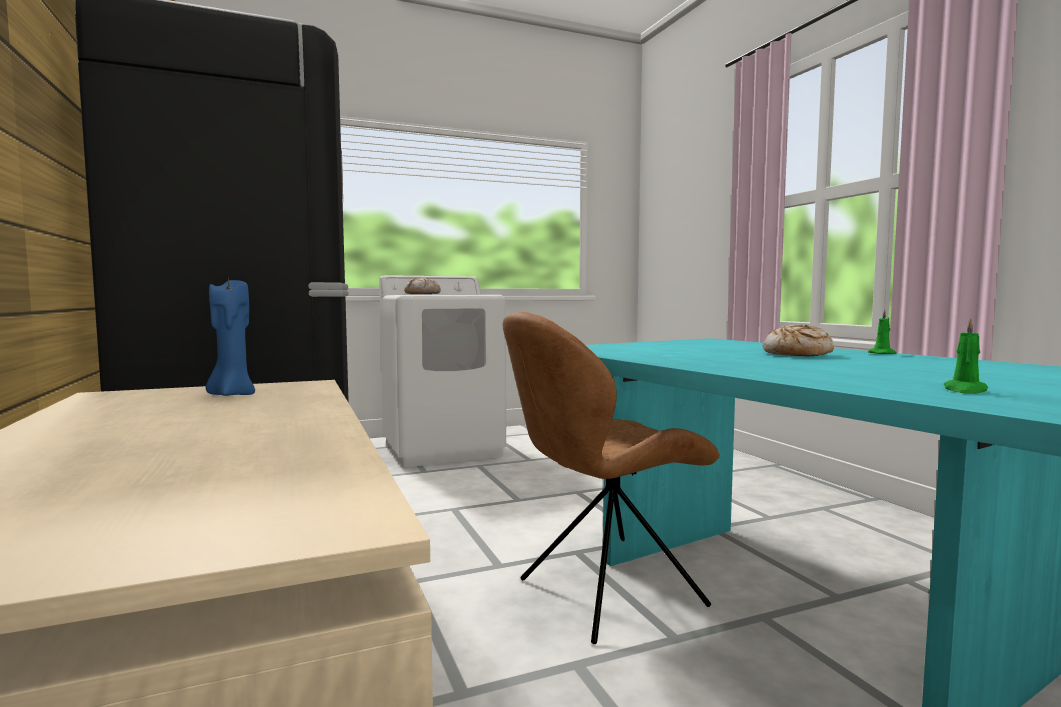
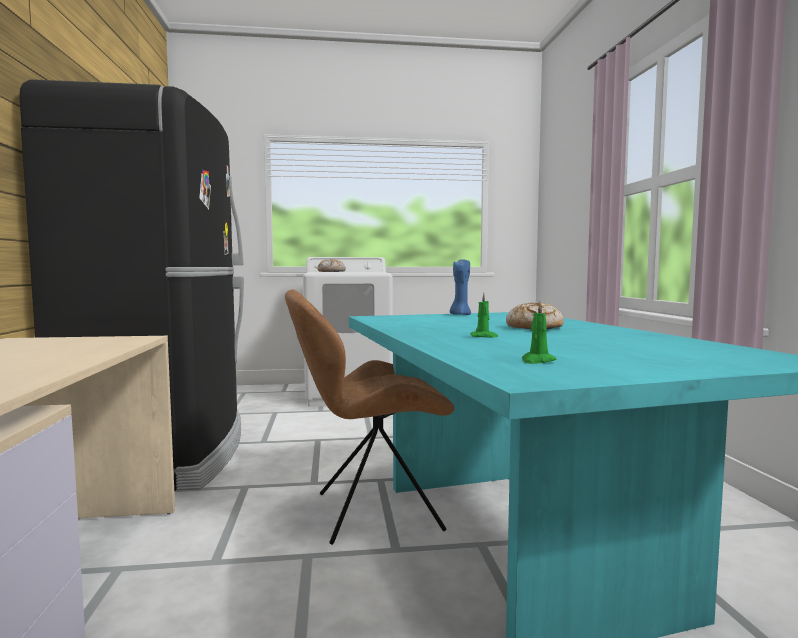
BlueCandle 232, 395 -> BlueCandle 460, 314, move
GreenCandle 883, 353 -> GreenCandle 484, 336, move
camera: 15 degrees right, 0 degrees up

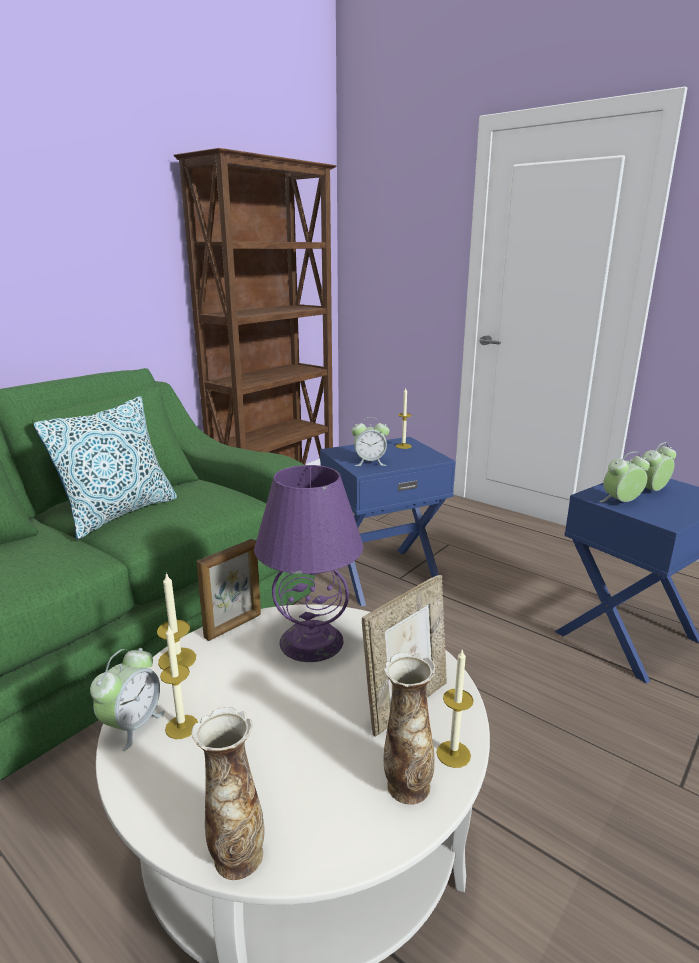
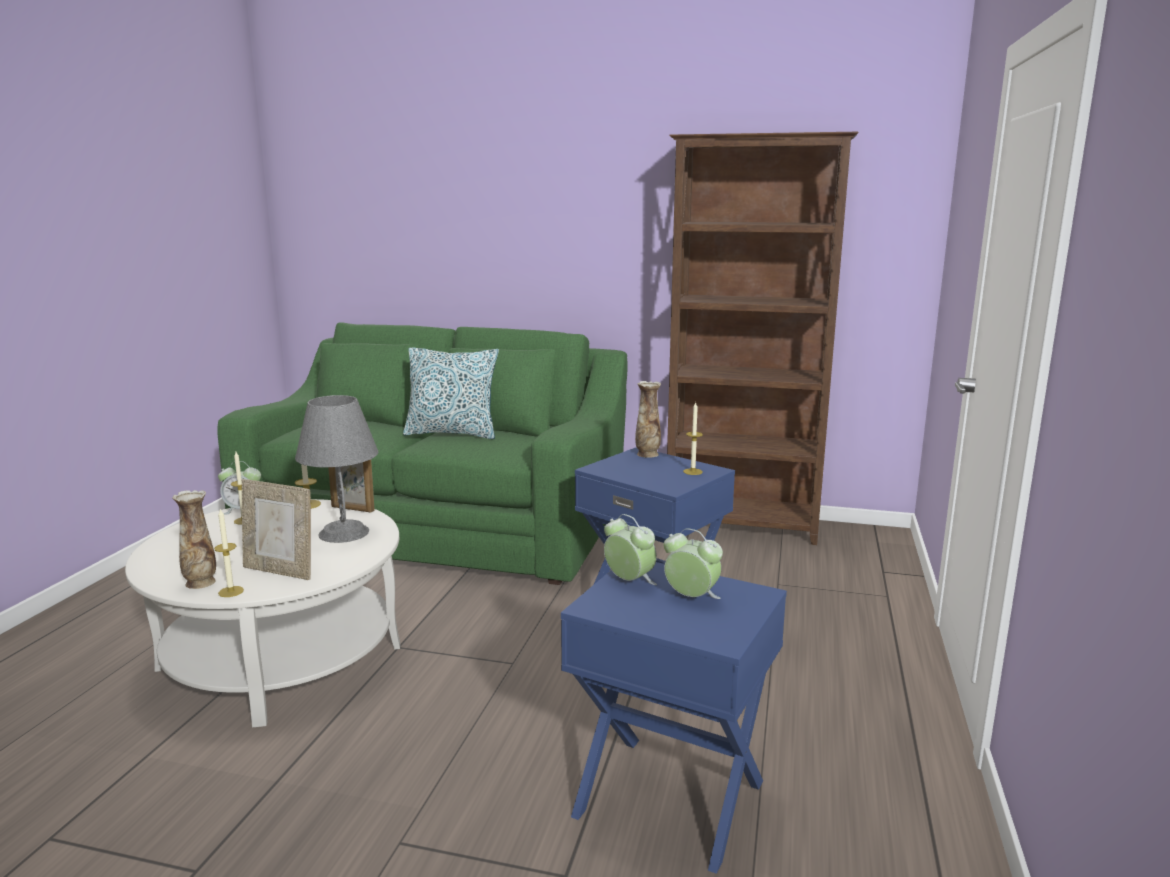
AlarmClock 370, 462 -> none
PurpleTableLamp 312, 641 -> GreyTableLamp 344, 533
Vase 237, 856 -> Vase 647, 454, move
camera: 65 degrees right, 5 degrees down

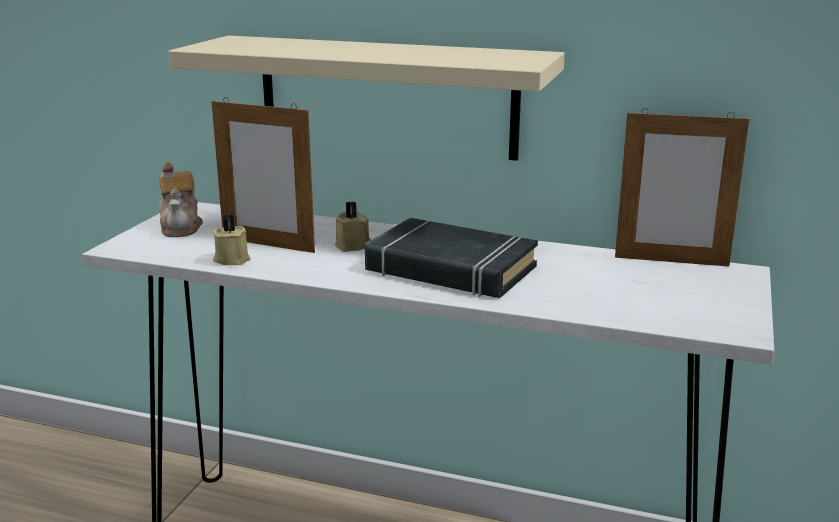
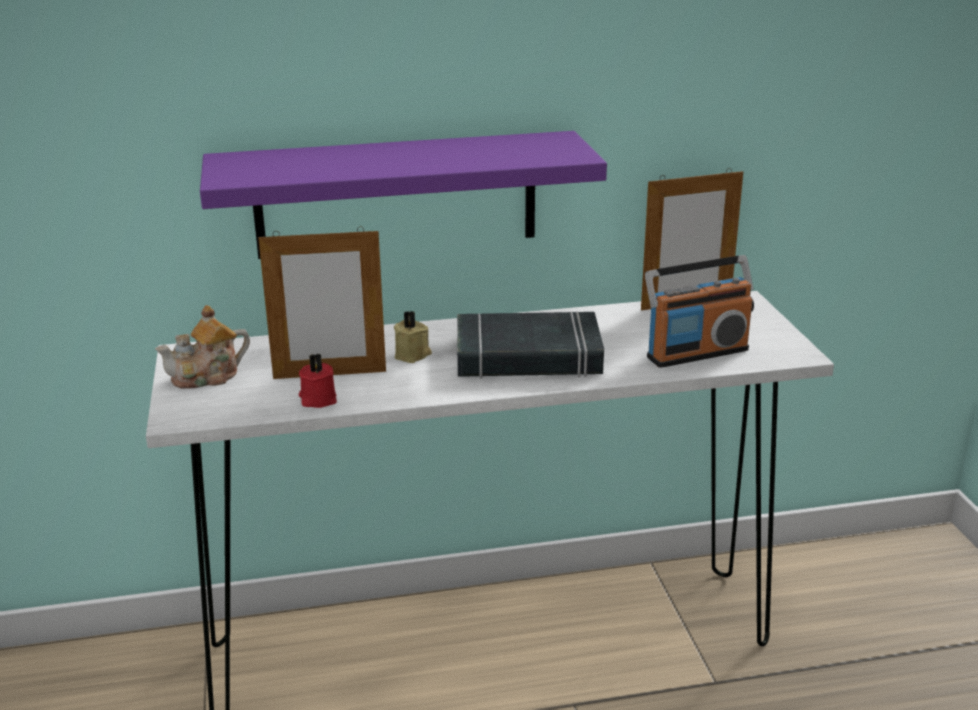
BeigeShelf 387, 96 -> PurpleShelf 396, 195
Teapot 181, 226 -> Teapot 207, 377, 105 degrees clockwise
BeigeCandle 232, 259 -> RedCandle 317, 399
none -> Radio 696, 353
camera: 30 degrees left, 5 degrees up

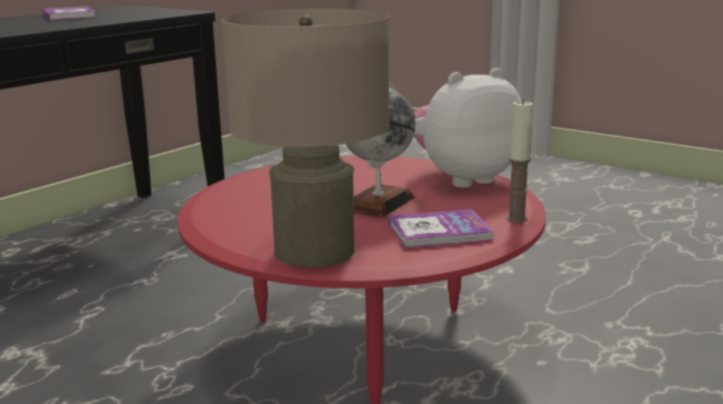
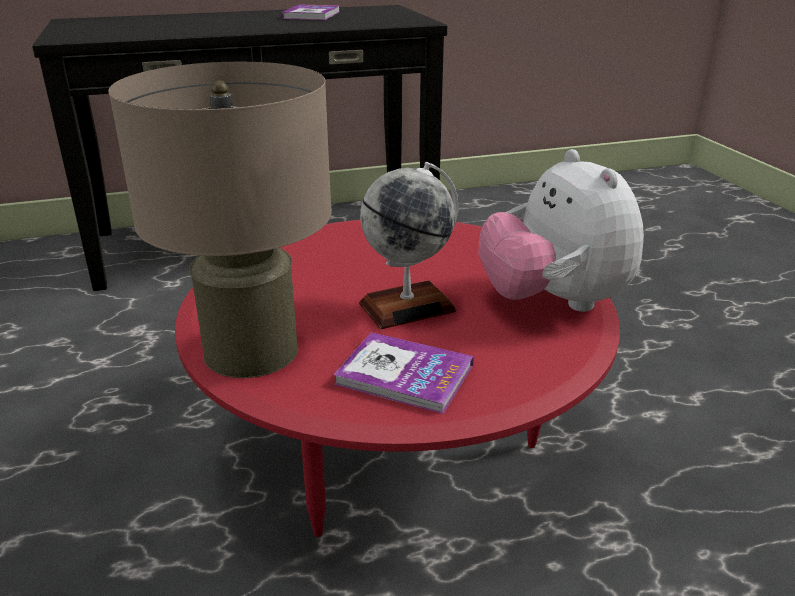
PlushToy 464, 179 -> PlushToy 553, 302, 120 degrees counterclockwise
Candle 516, 218 -> none
camera: 35 degrees right, 10 degrees up

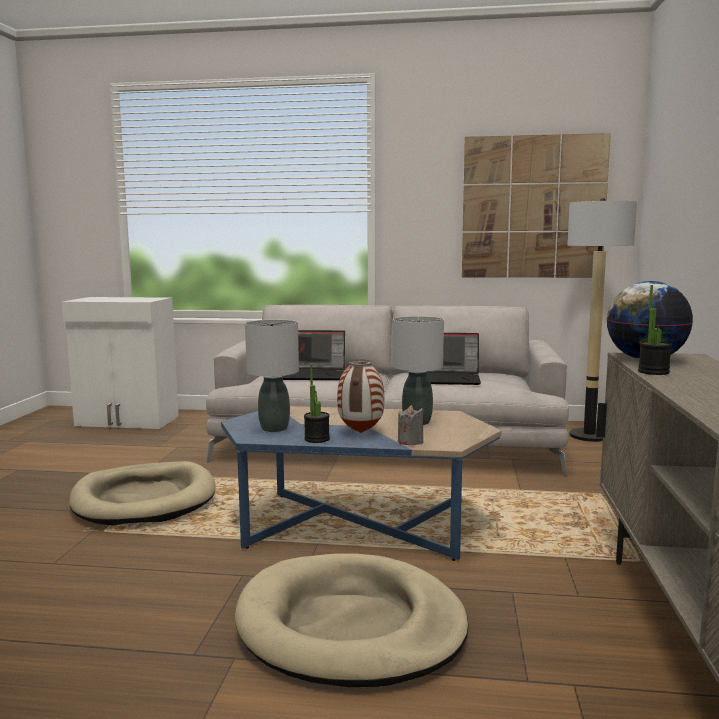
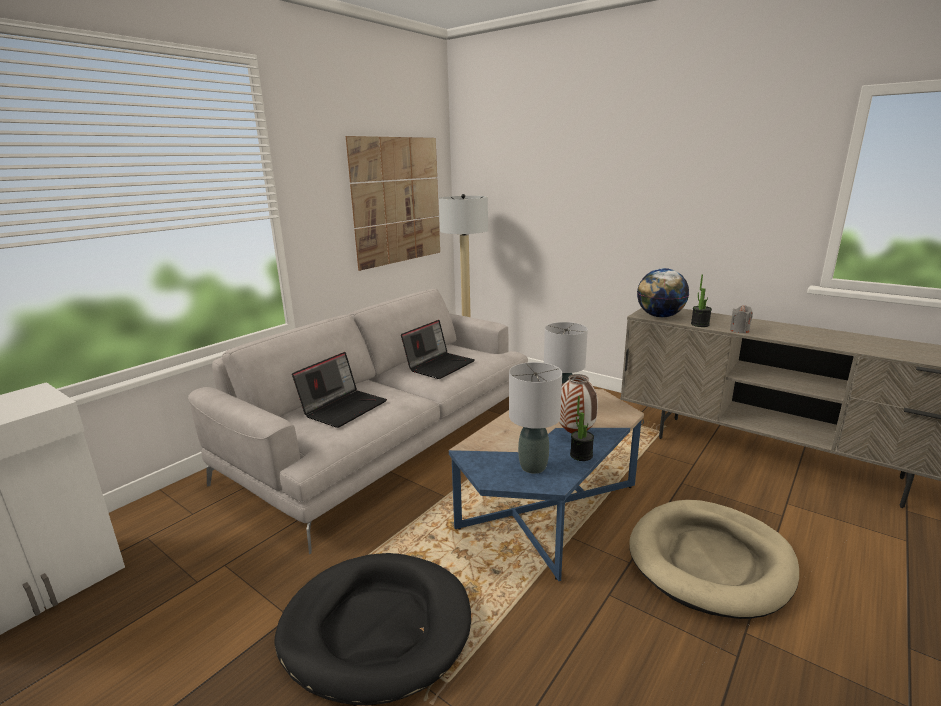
GreyCandle 410, 442 -> GreyCandle 739, 330, move
BeigeDogBed 144, 499 -> BlackDogBed 376, 628
camera: 60 degrees left, 10 degrees up

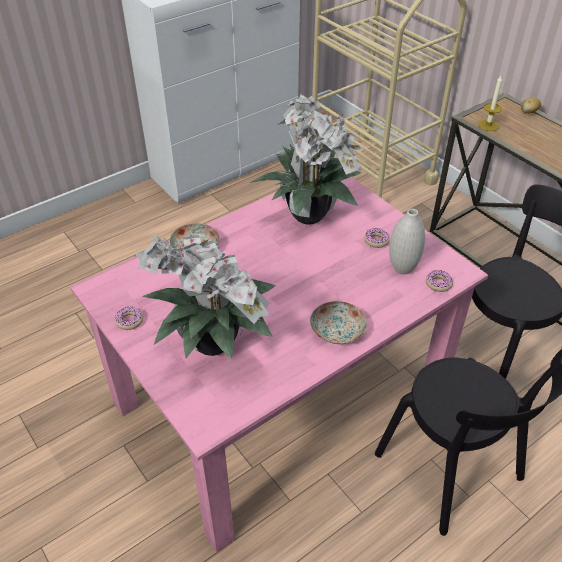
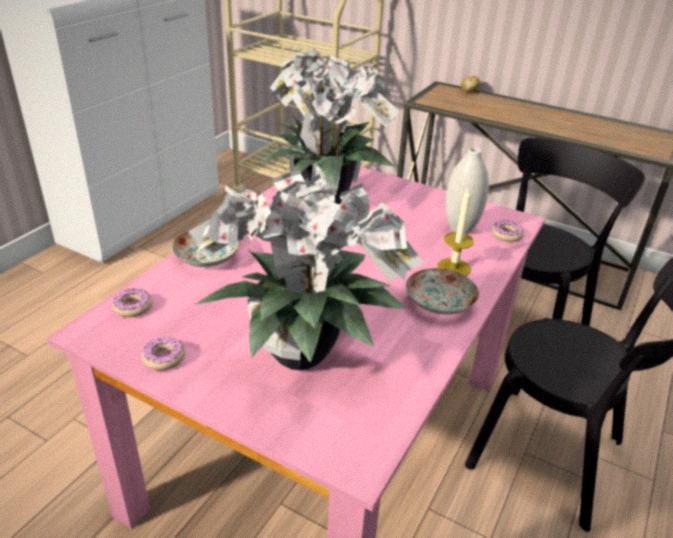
Candle 488, 125 -> Candle 454, 267, move
Donut 376, 241 -> Donut 133, 307, move
camera: 25 degrees left, 10 degrees down

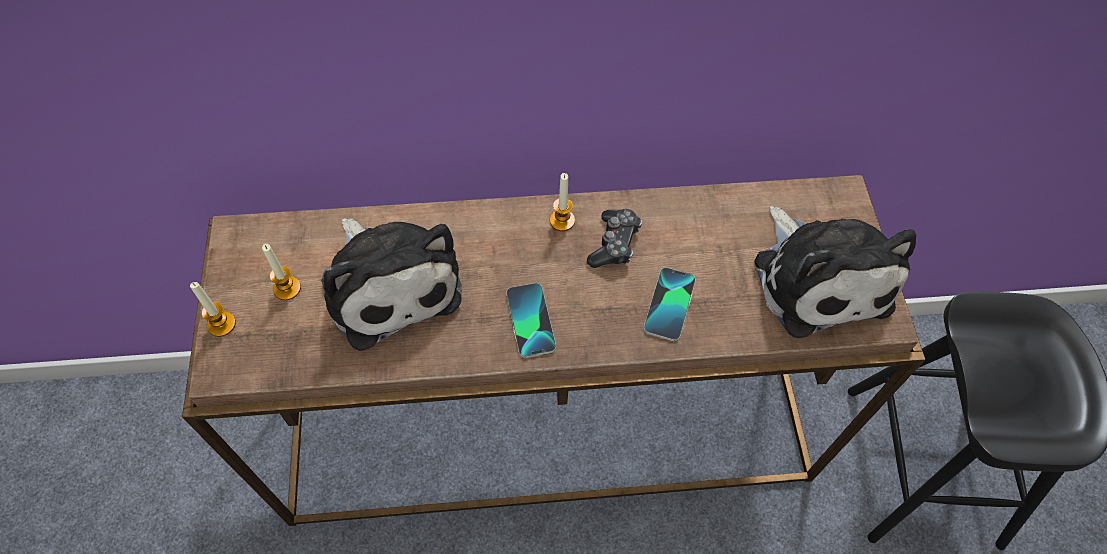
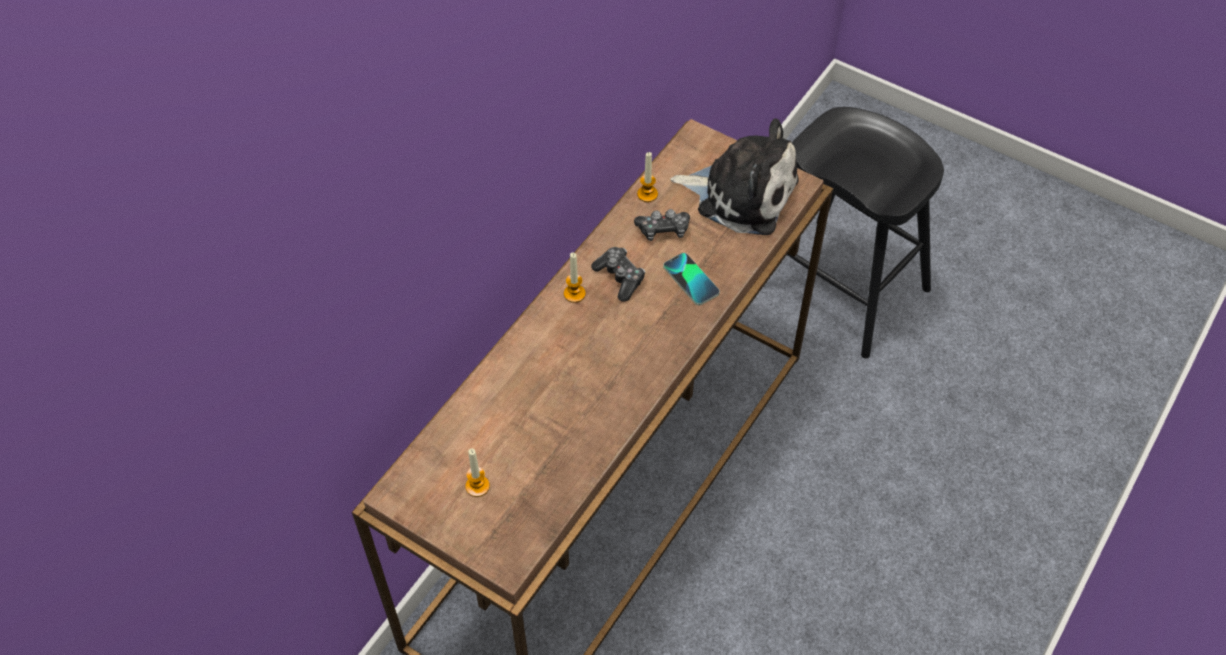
PlushToy 389, 283 -> none
Candle 221, 324 -> Candle 647, 194, move
Phone 530, 321 -> none
none -> GameController 663, 230
camera: 50 degrees left, 5 degrees down

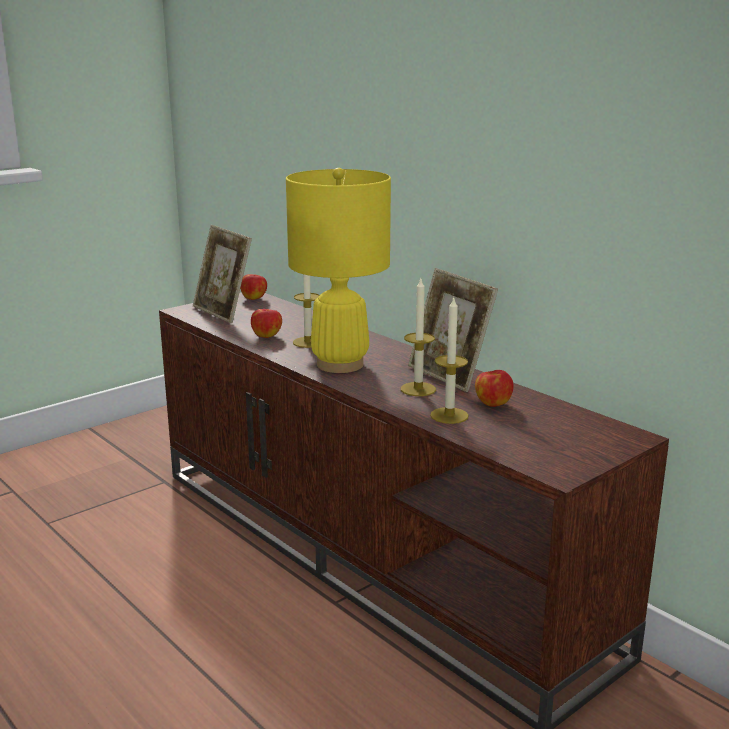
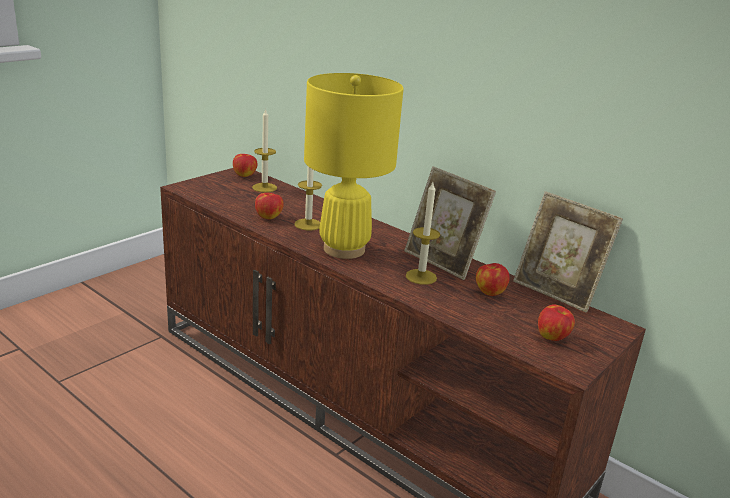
PictureFrame 223, 312 -> PictureFrame 556, 292, move
Candle 449, 415 -> Candle 264, 187, move
none -> Apple 552, 337
camera: 10 degrees left, 5 degrees up

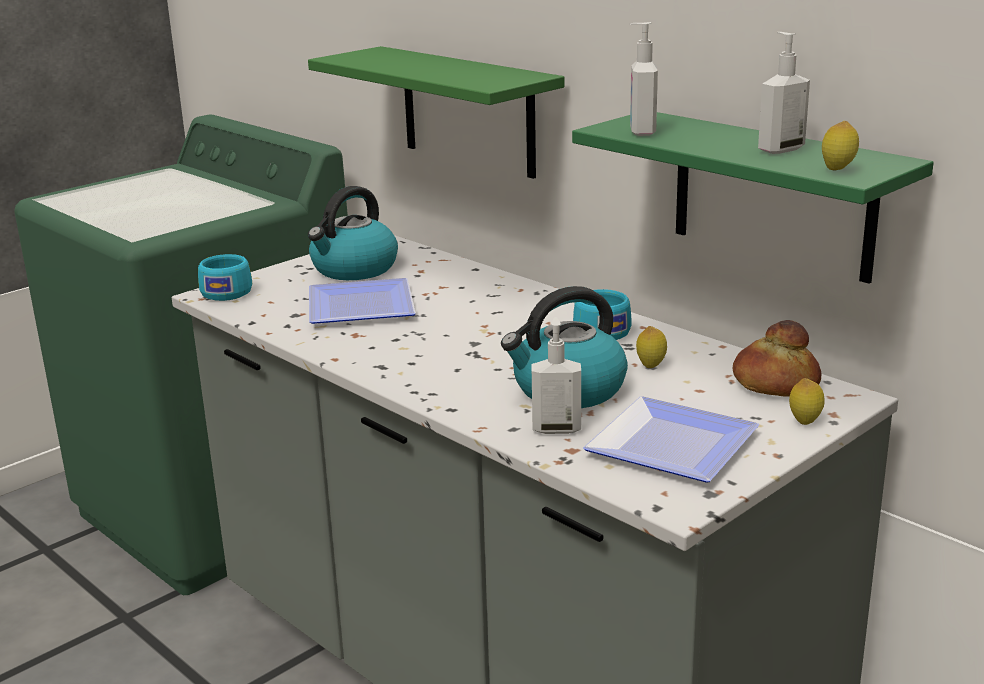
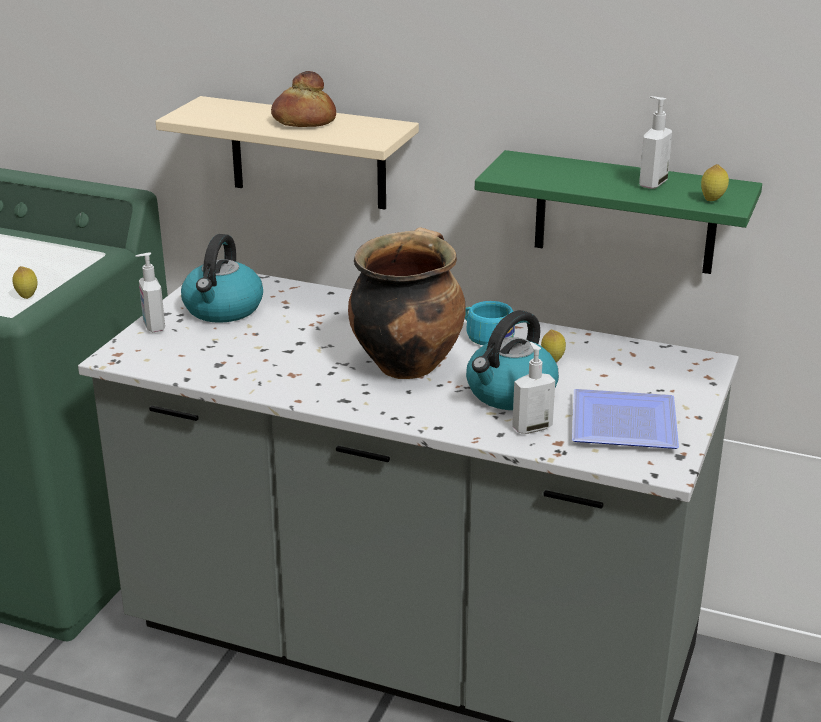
SoapDispenser 641, 131 -> SoapDispenser 153, 326, move
GreenShelf 468, 111 -> BeigeShelf 308, 153
TurquoiseCup 228, 291 -> none
Plate 364, 305 -> none
Bread 775, 384 -> Bread 303, 121, move
Lemon 804, 422 -> Lemon 27, 296, move
none -> CookingPot 407, 363
camera: 25 degrees left, 5 degrees up

